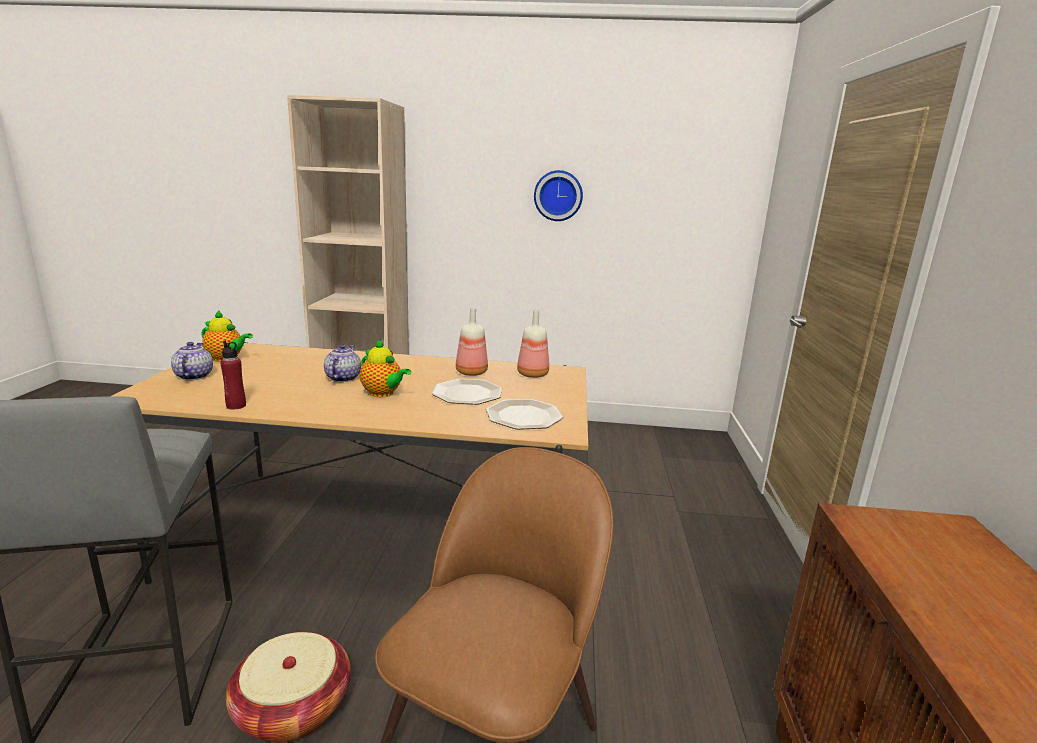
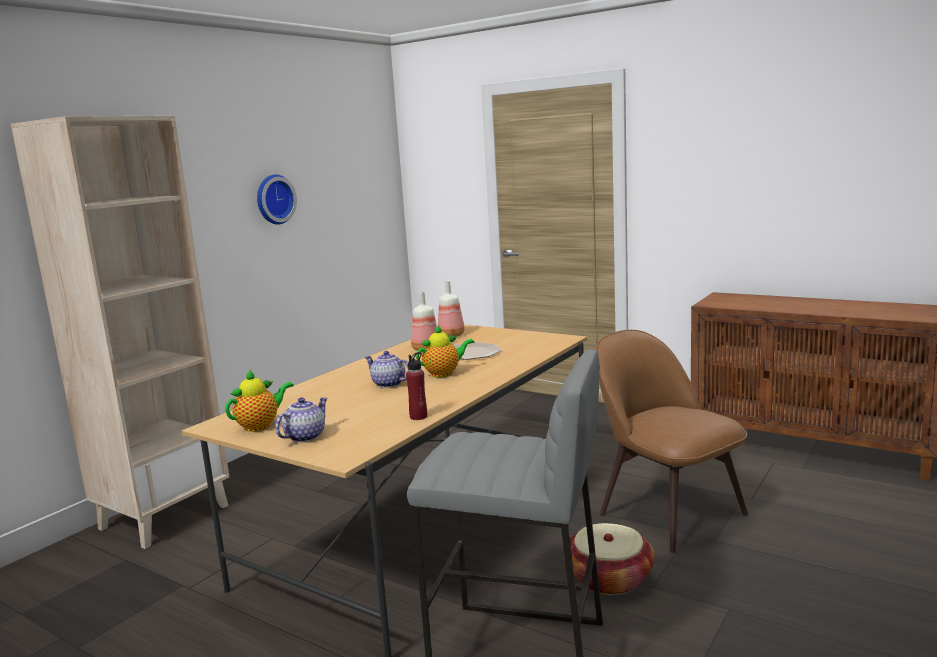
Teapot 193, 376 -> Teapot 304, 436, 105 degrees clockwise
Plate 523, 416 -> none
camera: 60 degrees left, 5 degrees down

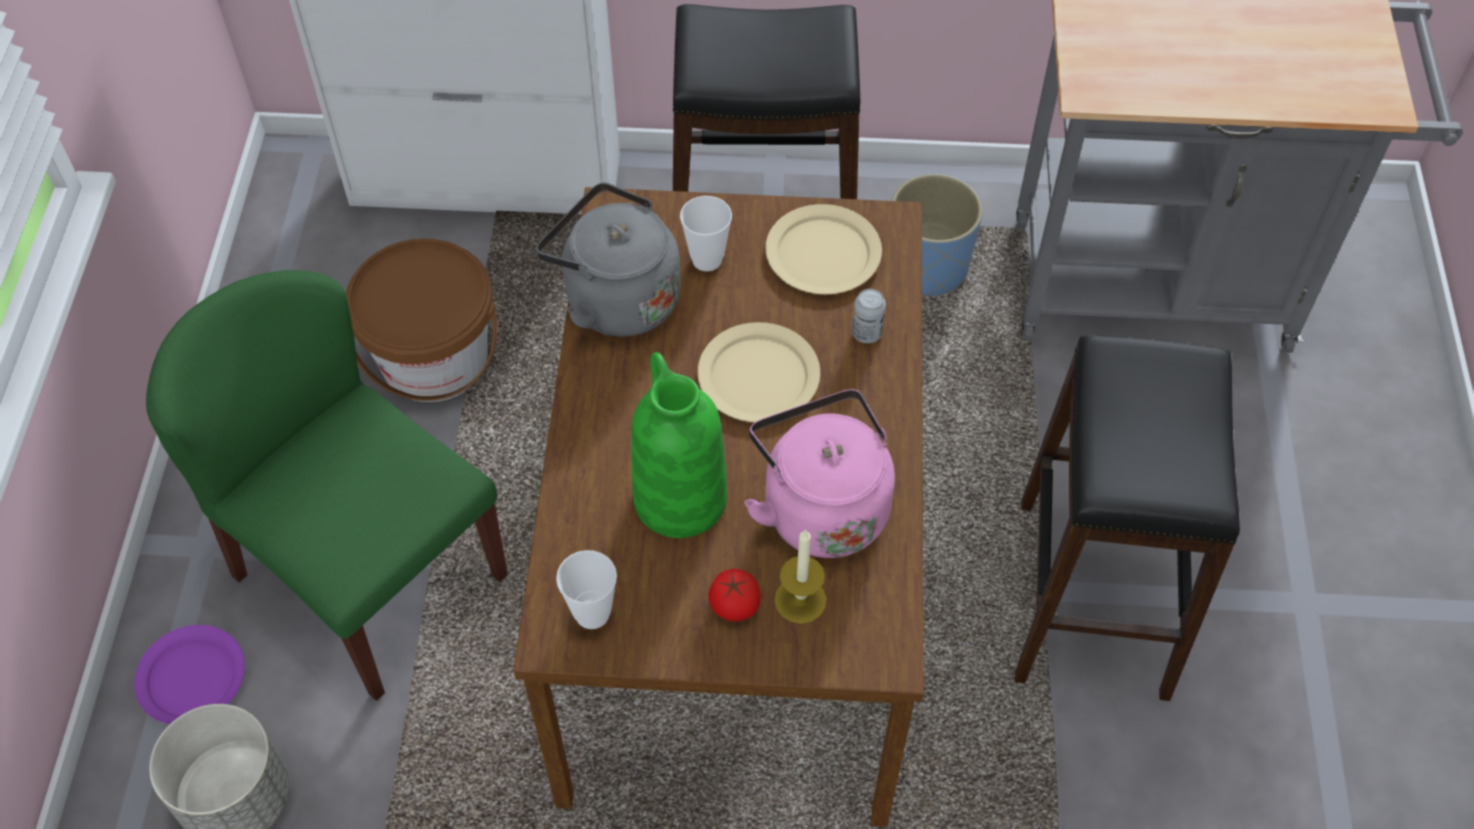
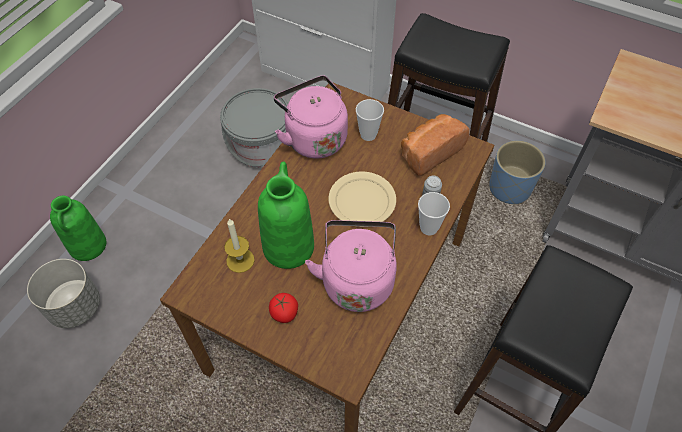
GreyKettle 616, 298 -> PinkKettle 313, 137
BeigePlate 824, 253 -> Bread 429, 152
BrownBucket 434, 359 -> GreyBucket 261, 148
GreenChair 368, 575 -> none
Candle 800, 600 -> Candle 240, 260, move
Cup 592, 614 -> Cup 429, 228, move
PurplePlate 192, 677 -> GreenVase 88, 246
camera: 25 degrees right, 0 degrees up

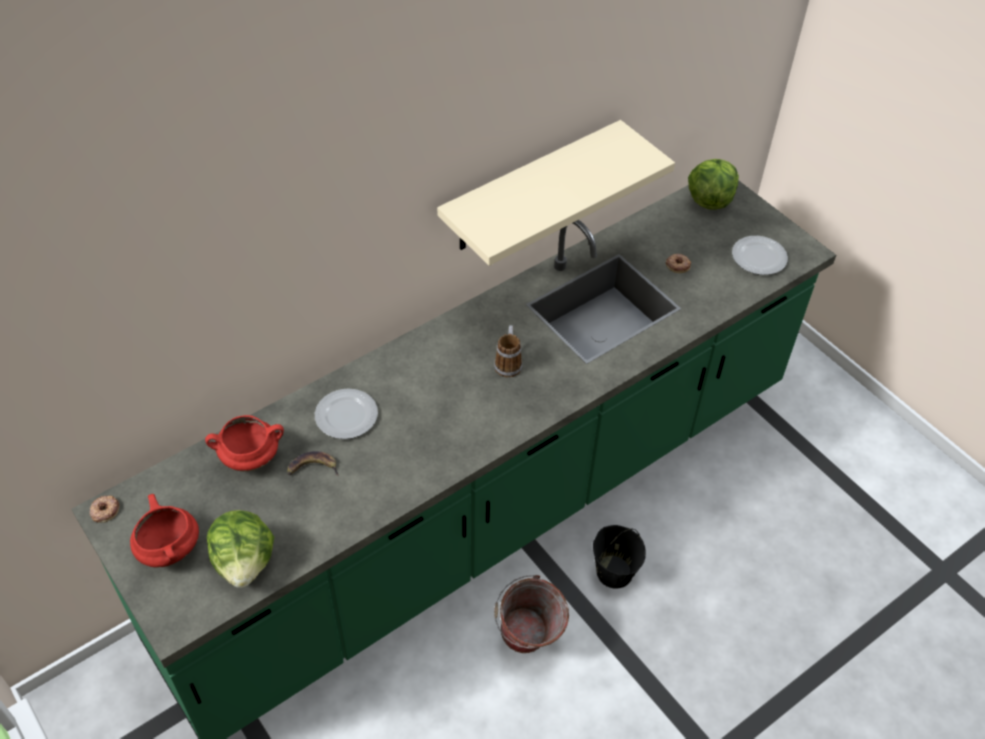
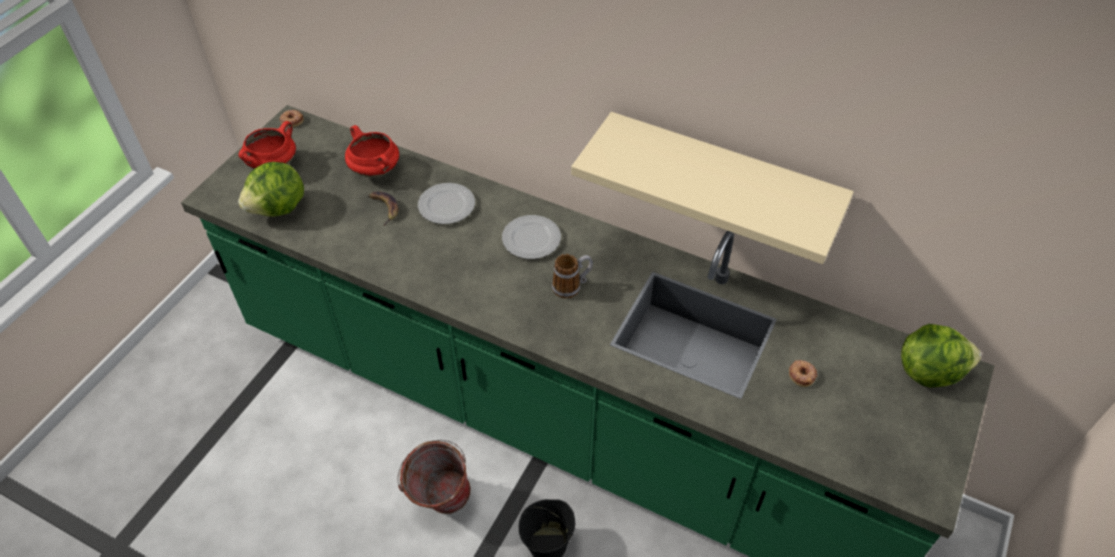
Plate 758, 258 -> Plate 531, 239, move
camera: 65 degrees right, 0 degrees up

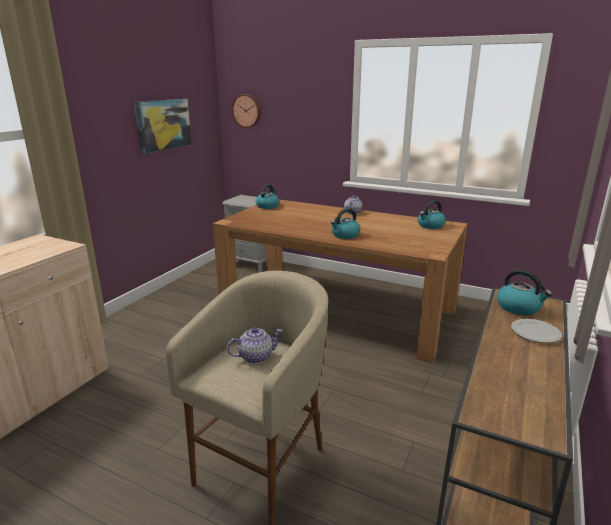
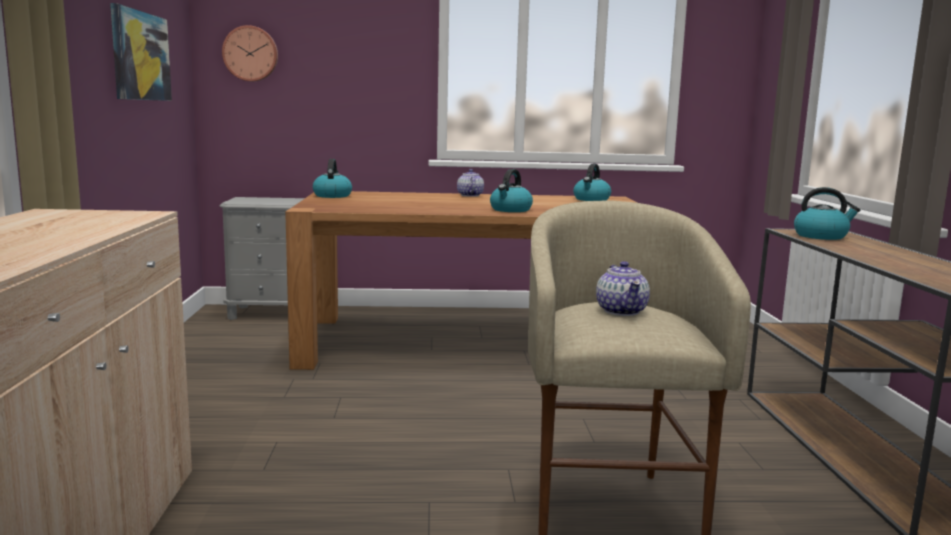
Plate 536, 333 -> none
Teapot 255, 357 -> Teapot 621, 311, 135 degrees clockwise
camera: 30 degrees left, 10 degrees down

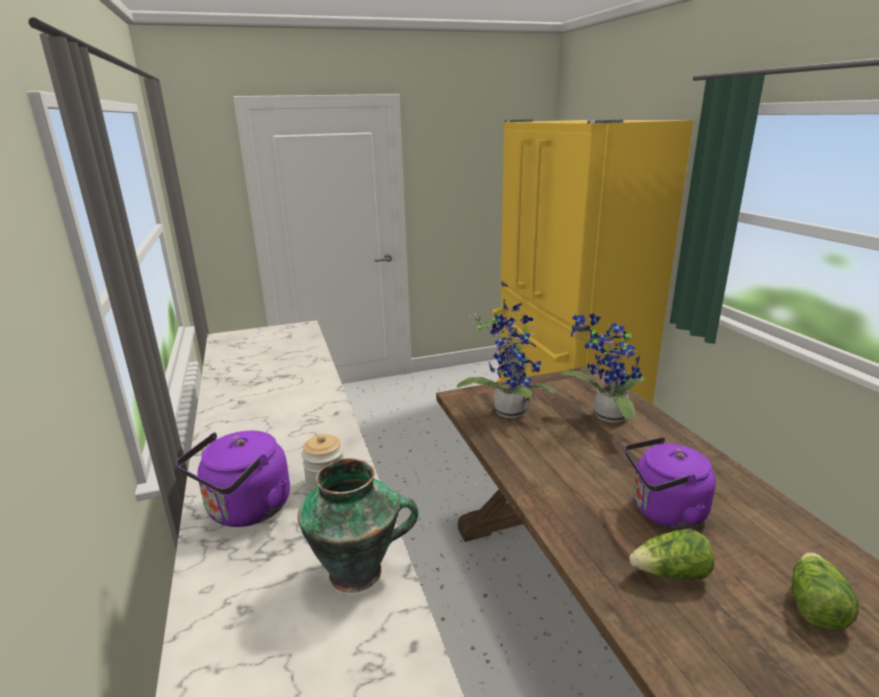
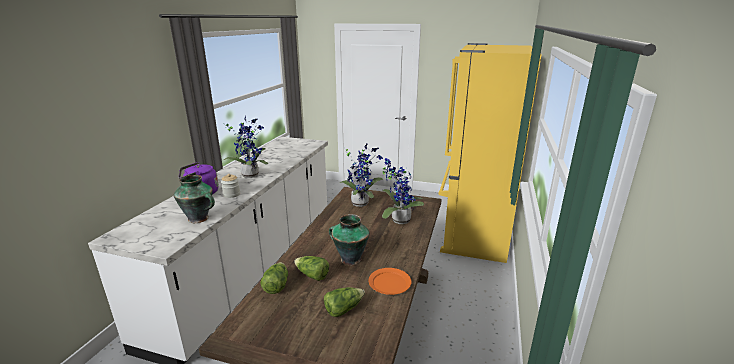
PurpleKettle 663, 512 -> Vase 349, 259
none -> PottedPlant 251, 174
none -> Lettuce 276, 285
none -> OrangePlate 390, 283
camera: 35 degrees right, 0 degrees up

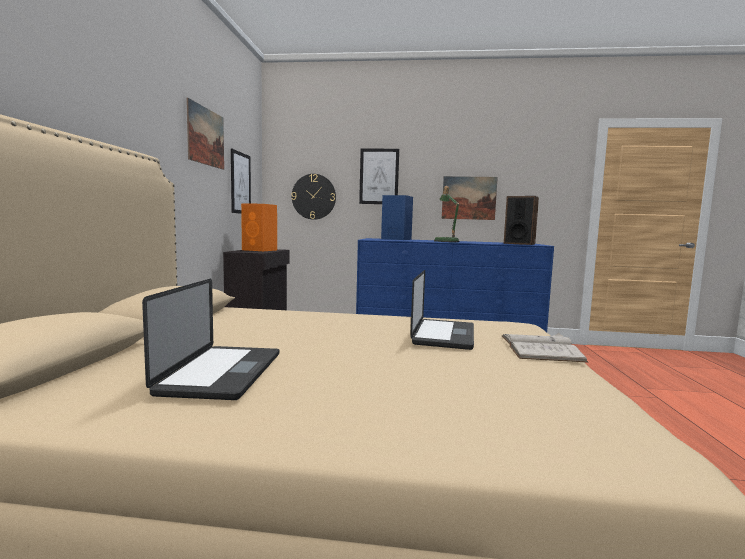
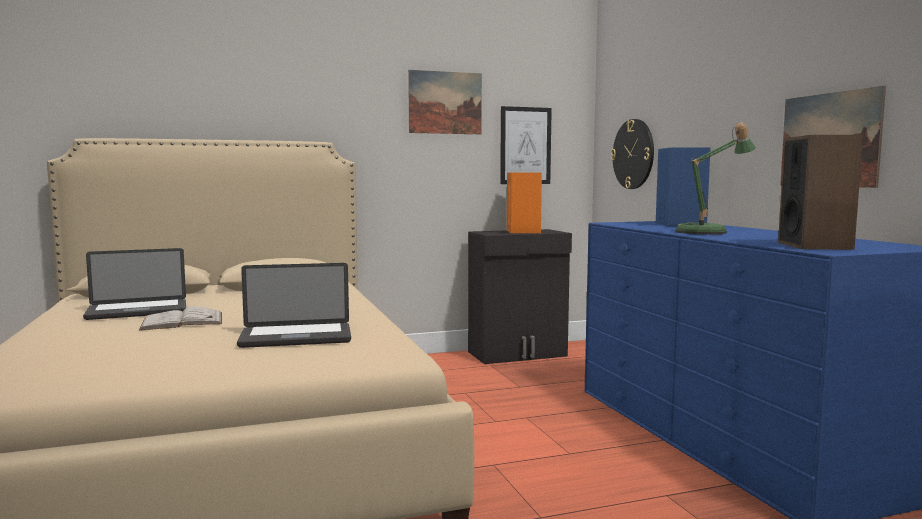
Picture 379, 176 -> none
WhiteBook 540, 348 -> WhiteBook 182, 321, move
camera: 65 degrees right, 0 degrees up

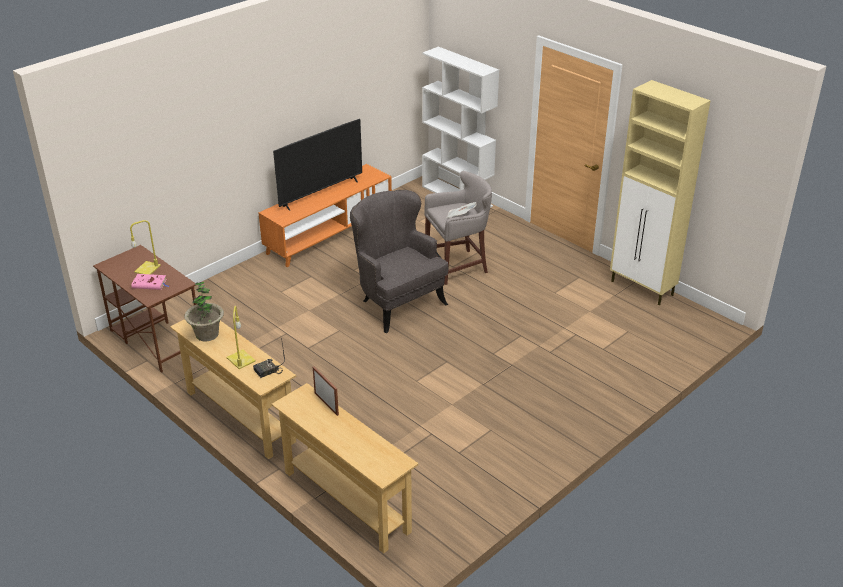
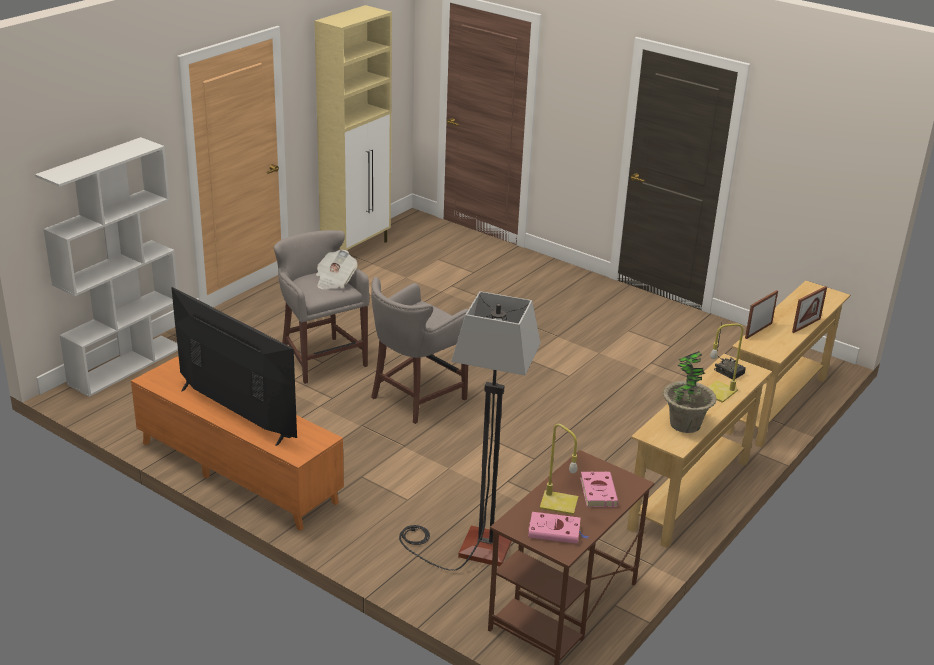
GreyArmchair 397, 302 -> GreyStool 415, 398
none -> PictureFrame 806, 325
none -> FloorLamp 468, 547
none -> PinkBook 556, 531
camera: 100 degrees left, 5 degrees down

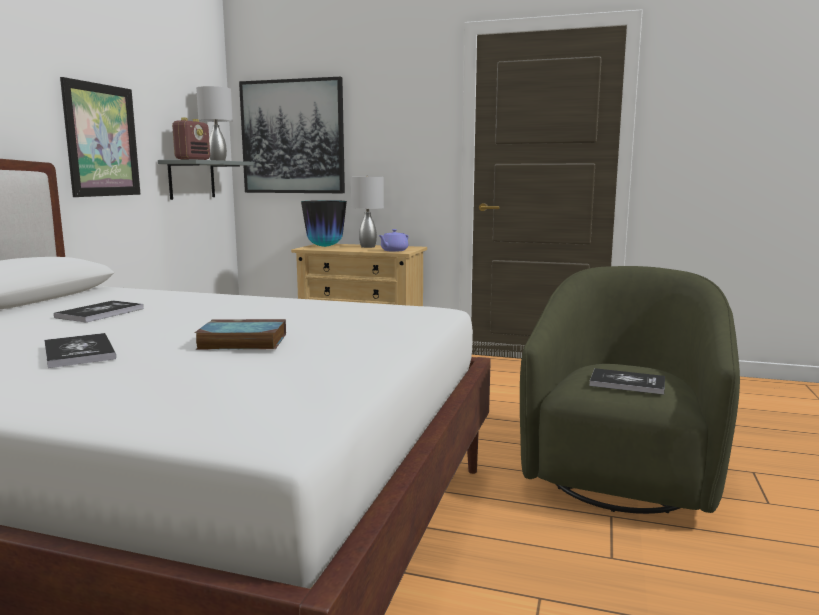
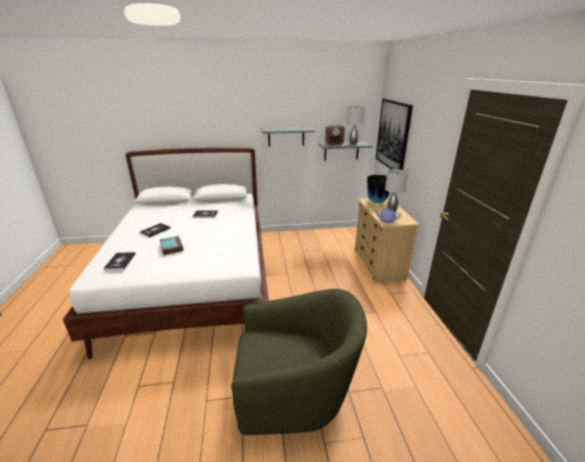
Picture 102, 140 -> GreyShelf 286, 136
Book 627, 383 -> Book 120, 261, move
camera: 65 degrees right, 15 degrees up

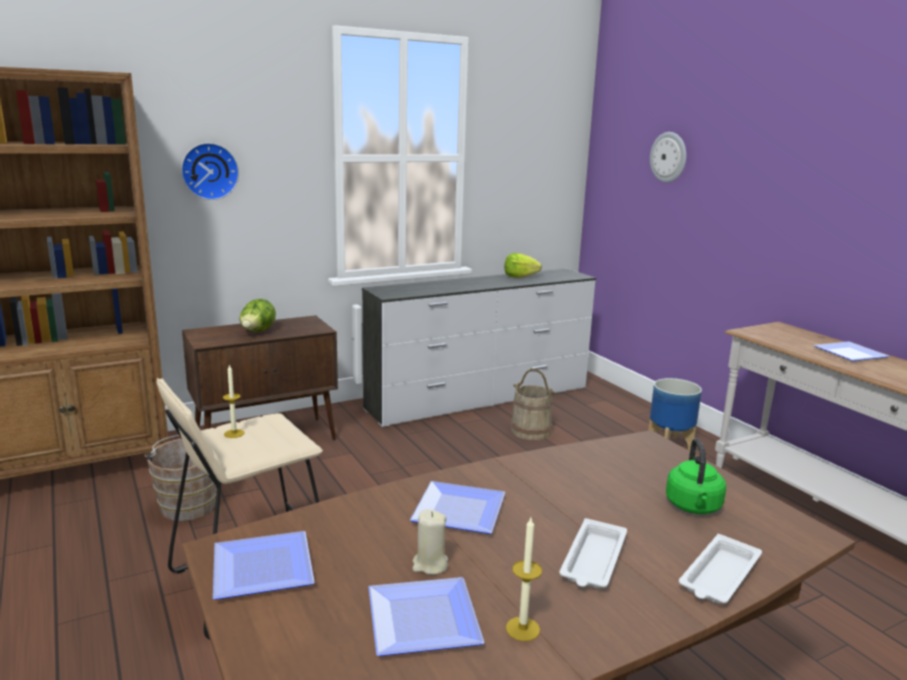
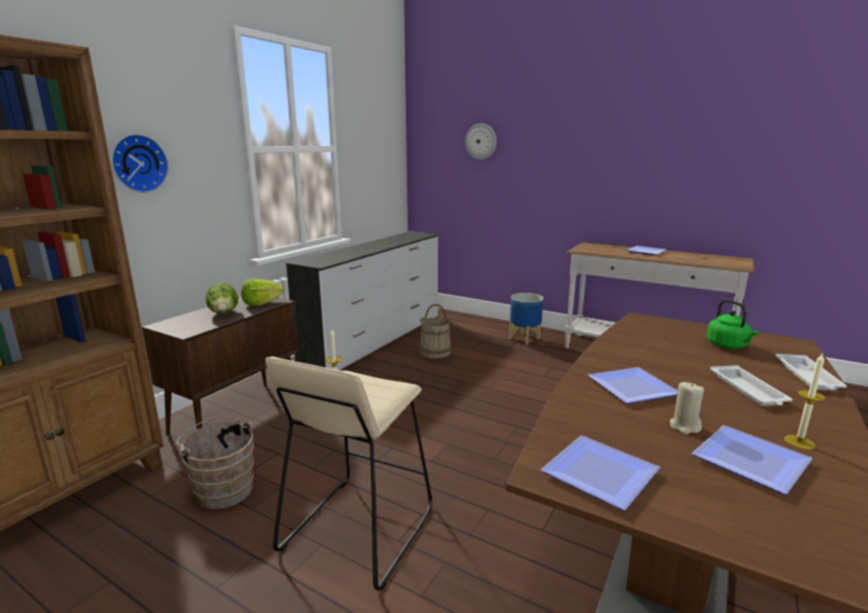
Lettuce 520, 276 -> Lettuce 261, 303, move
camera: 30 degrees left, 0 degrees up

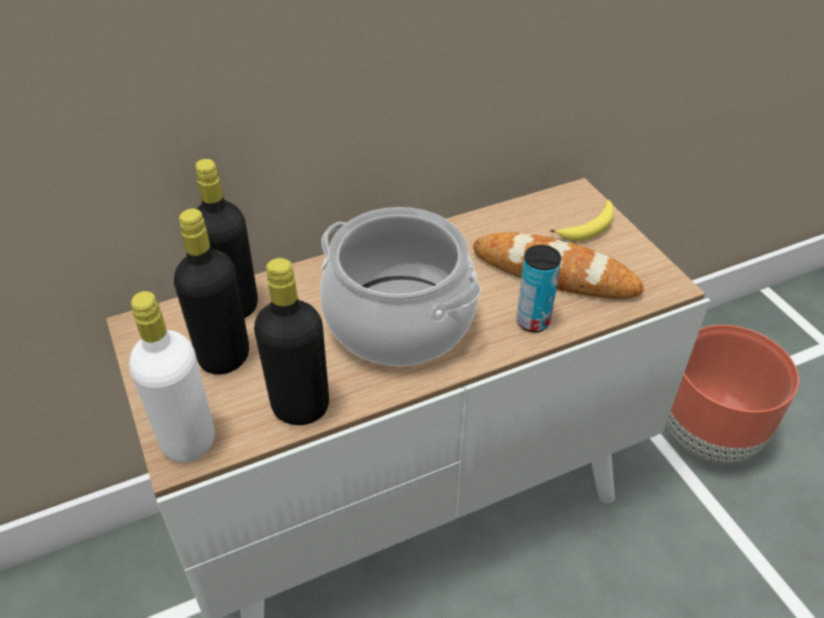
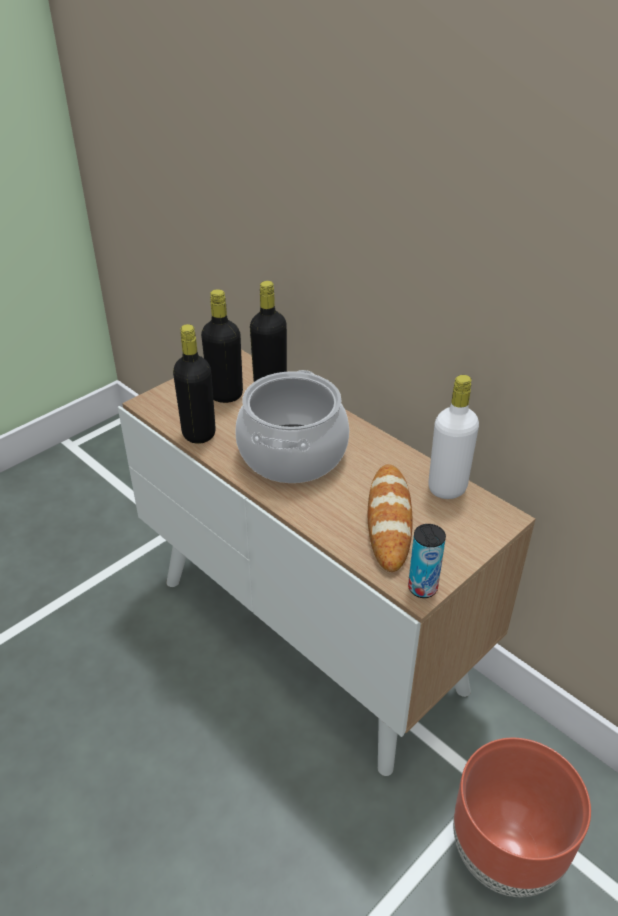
Banana 588, 228 -> none
Can 533, 321 -> Can 422, 588, move
WhiteBottle 188, 441 -> WhiteBottle 447, 488, move
camera: 70 degrees right, 5 degrees down

